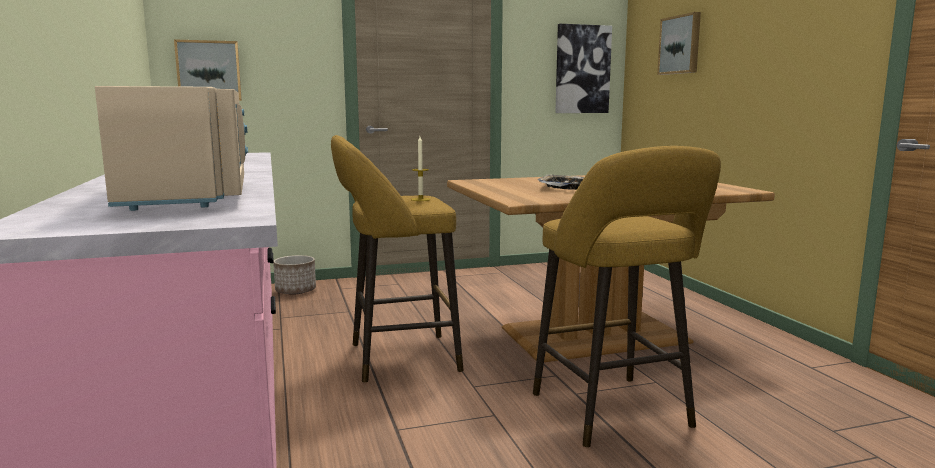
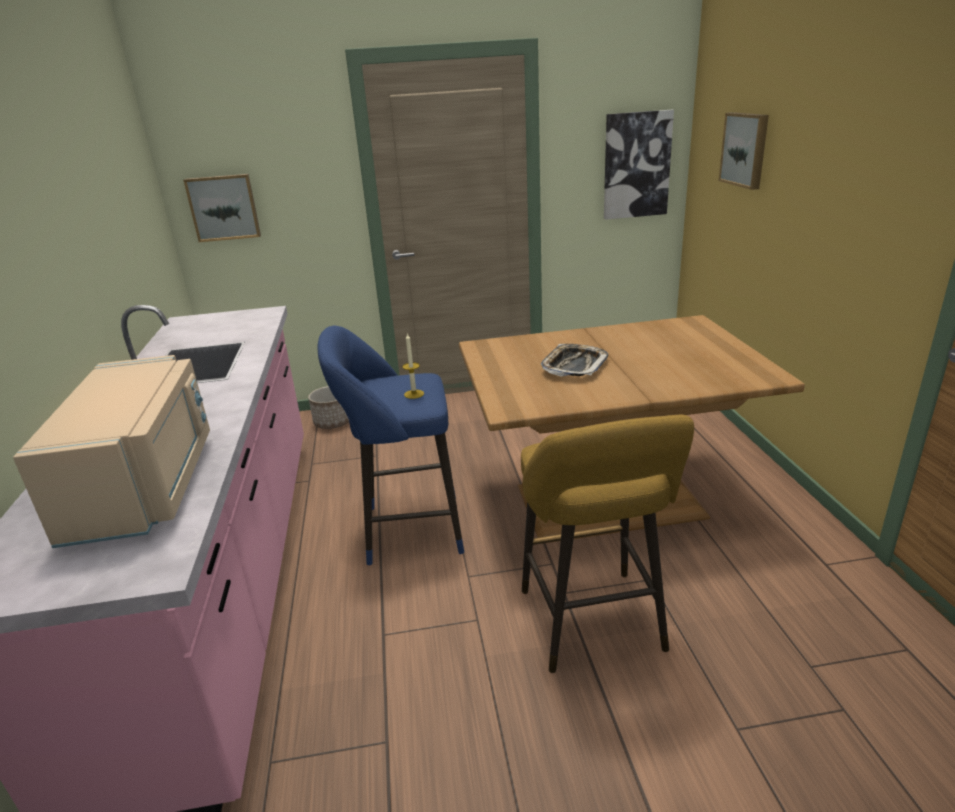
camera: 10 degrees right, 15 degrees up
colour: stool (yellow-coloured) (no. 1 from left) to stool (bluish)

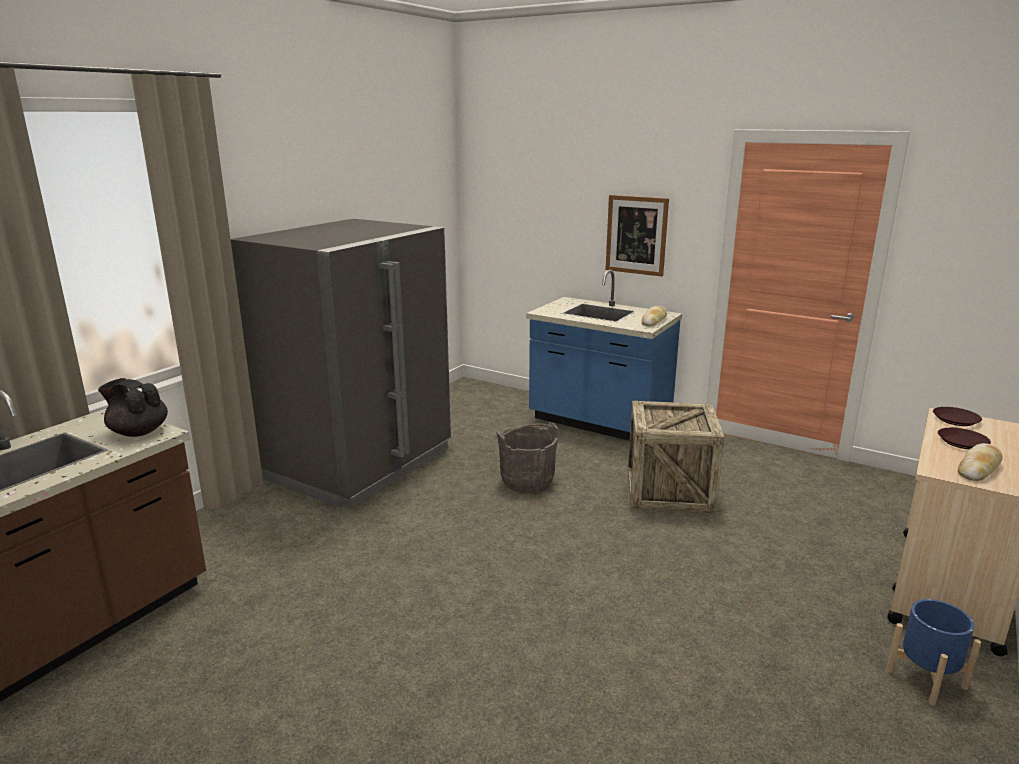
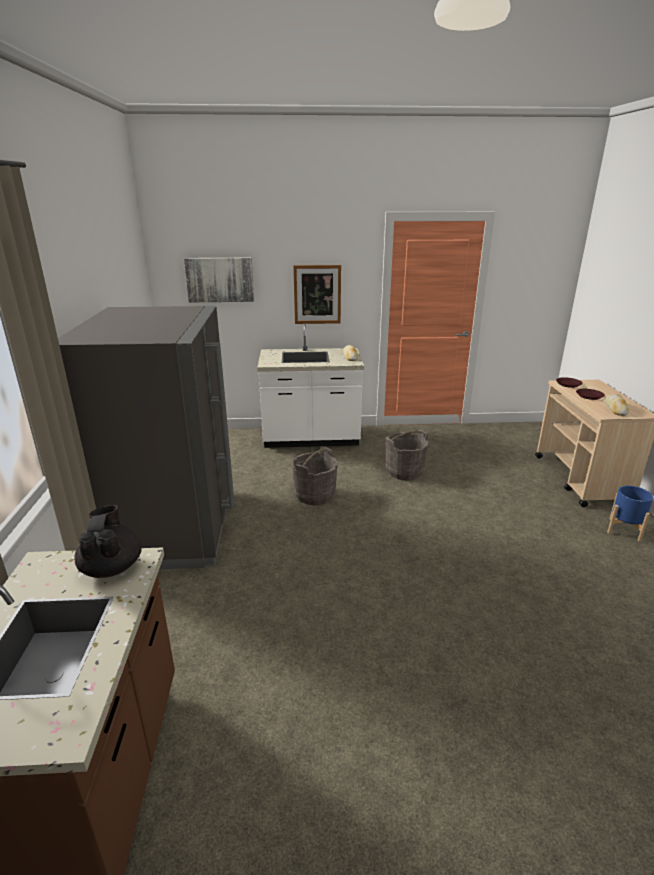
camera: 35 degrees left, 5 degrees up
appeared: wall art (no. 1 from left)
exchanged: packing crate to water bucket (greyish) (no. 2 from left)
colour: kitchen counter (bluish) to kitchen counter (whitish)
spun: teapot (black) 90 degrees clockwise

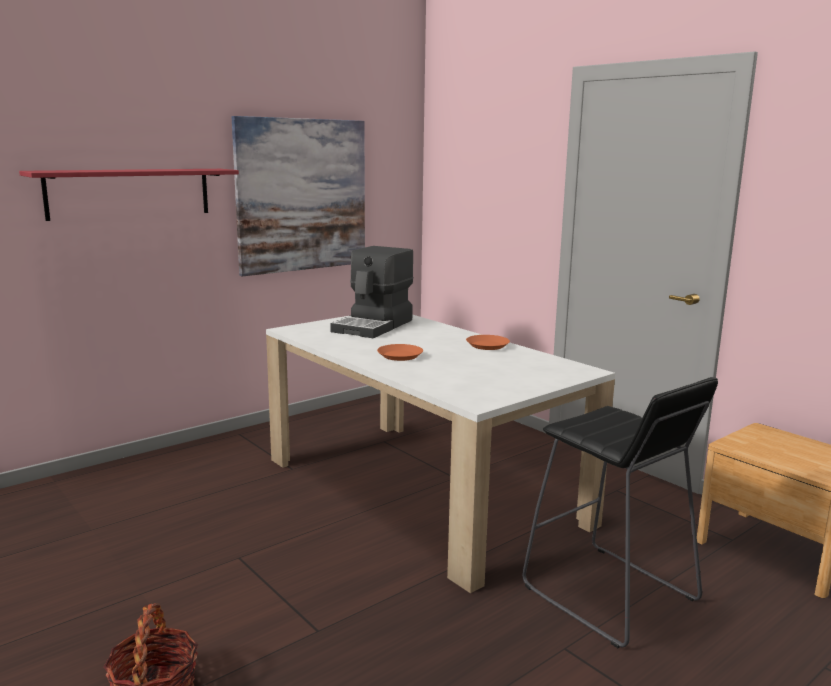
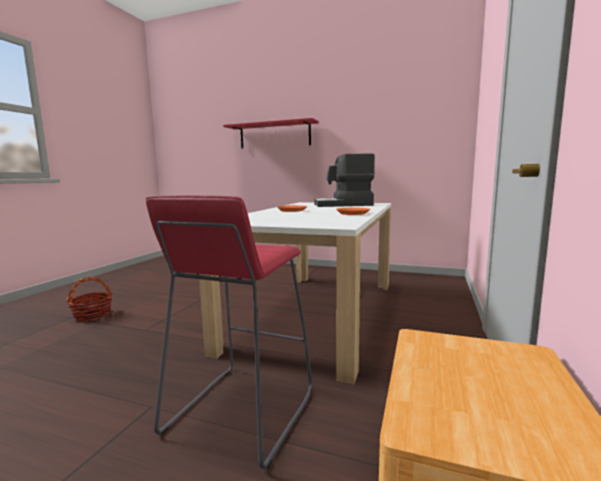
camera: 60 degrees right, 5 degrees down
missing: wall art
colour: stool (black) to stool (red-coloured)

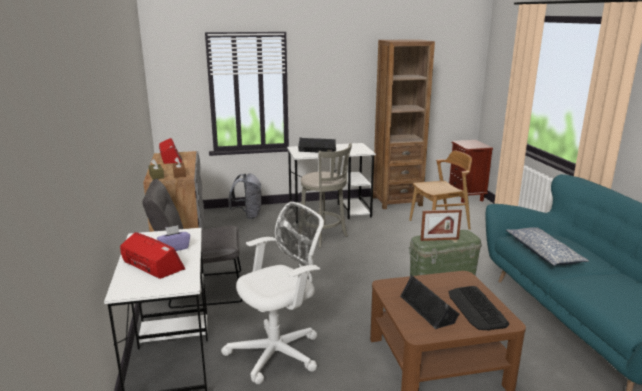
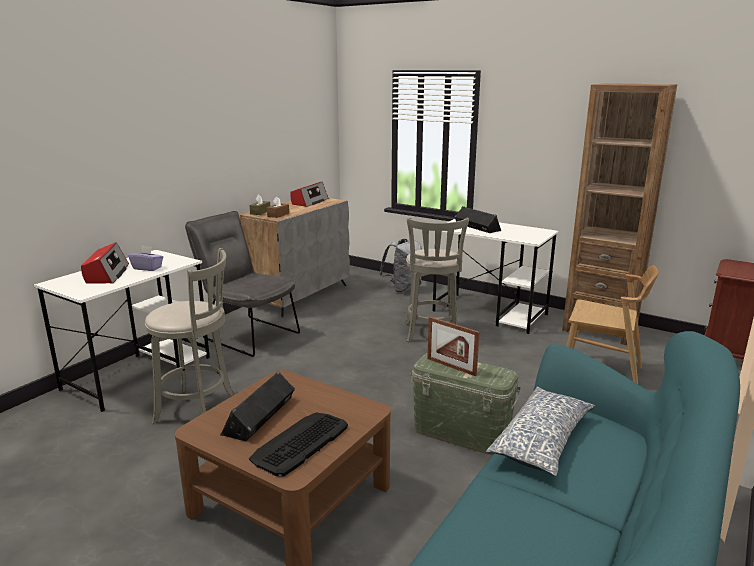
camera: 45 degrees right, 0 degrees up
exchanged: desk chair (whitish) to stool (greyish) (no. 1 from left)

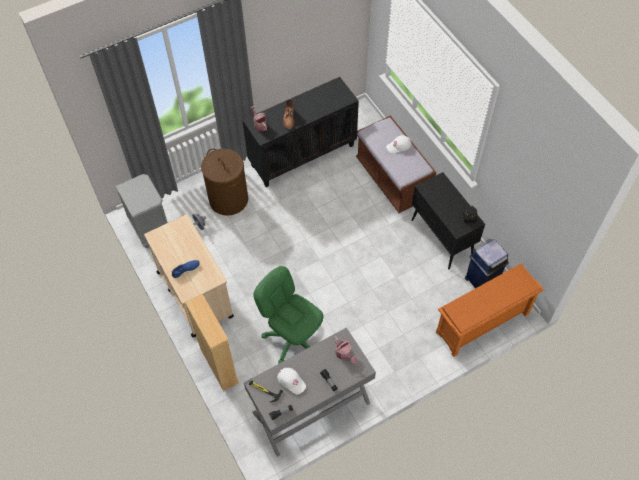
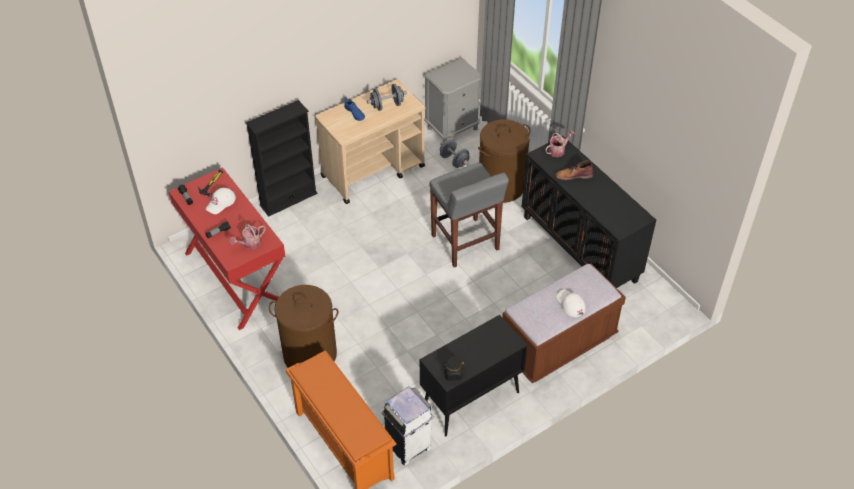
camera: 85 degrees right, 10 degrees down
missing: desk chair (greenish)
appeared: dumbbell (greyish) (no. 1 from left); stool (greyish); hamper (brown) (no. 1 from left)
colour: waste bin (bluish) to waste bin (whitish); shelving unit (beige-coloured) to shelving unit (black); desk table (greyish) to desk table (red-coloured)

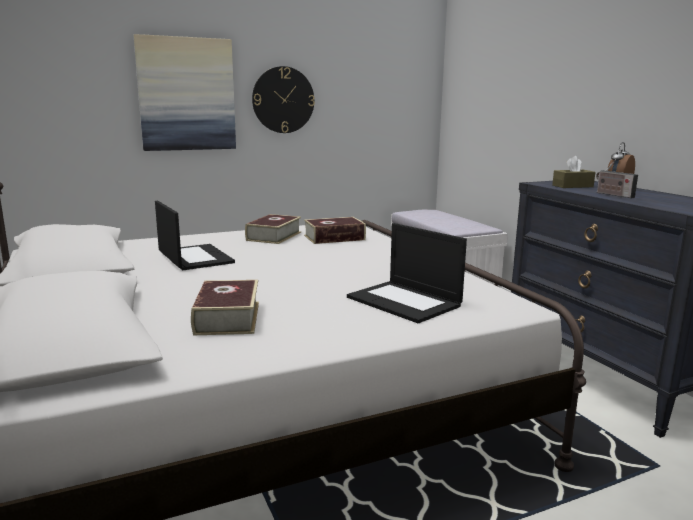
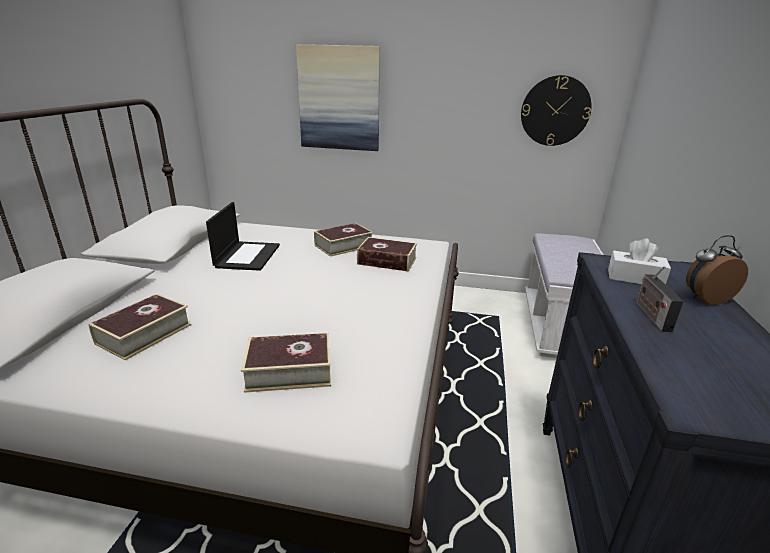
camera: 35 degrees right, 10 degrees up
relocated: wall clock
exchanged: notebook computer (no. 2 from left) to volume (no. 2 from left)
colour: tissue box (brown) to tissue box (whitish)

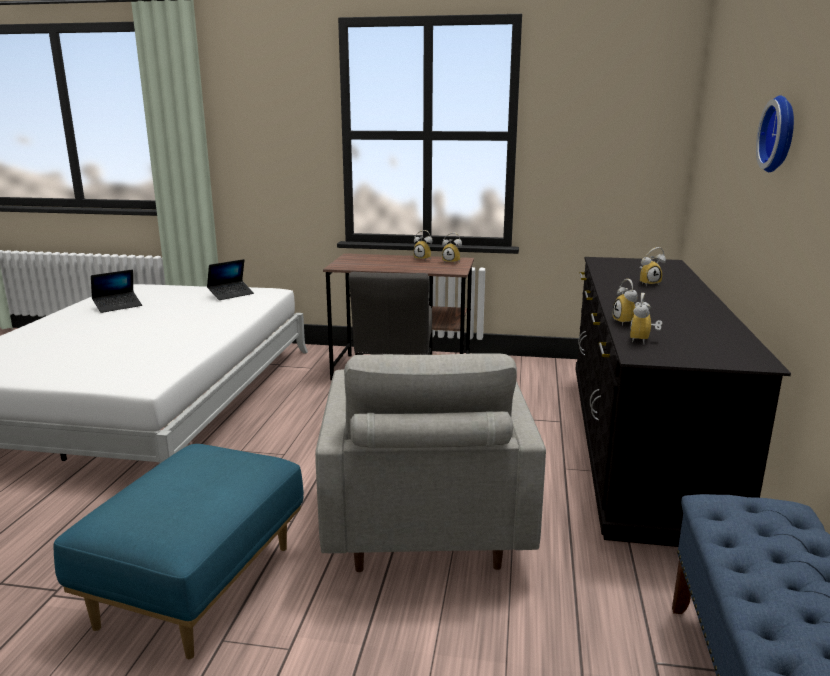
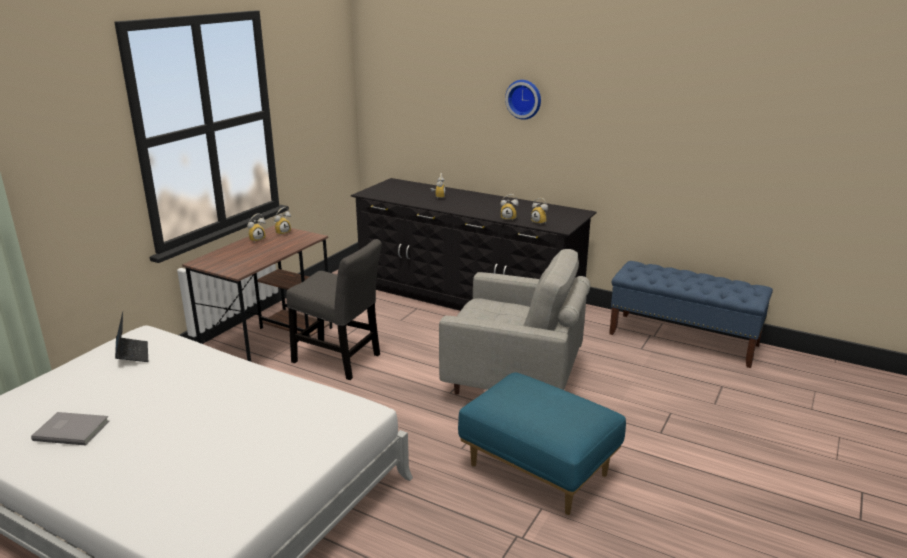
camera: 70 degrees left, 5 degrees up
exchanged: notebook computer (no. 1 from left) to volume (greyish)

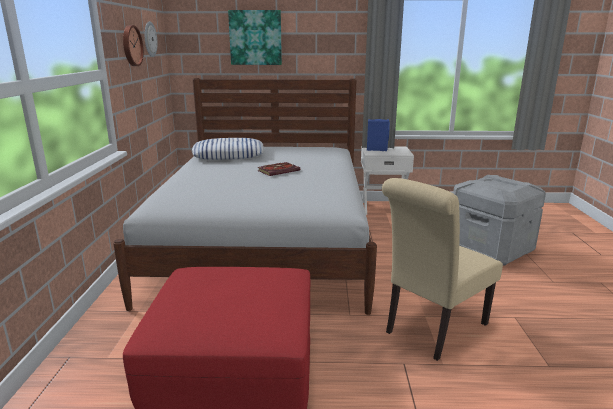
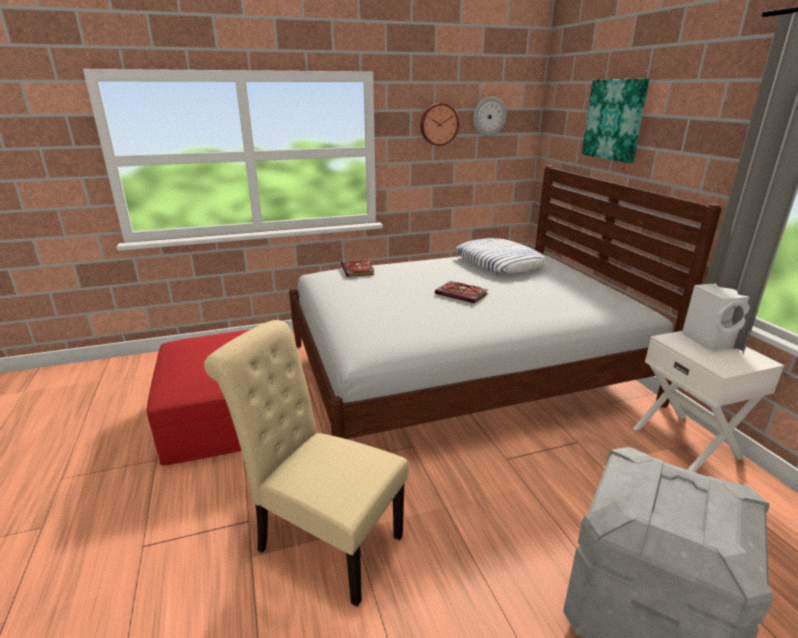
camera: 70 degrees right, 5 degrees up
appeared: volume (no. 1 from left)
colour: speaker (bluish) to speaker (whitish)

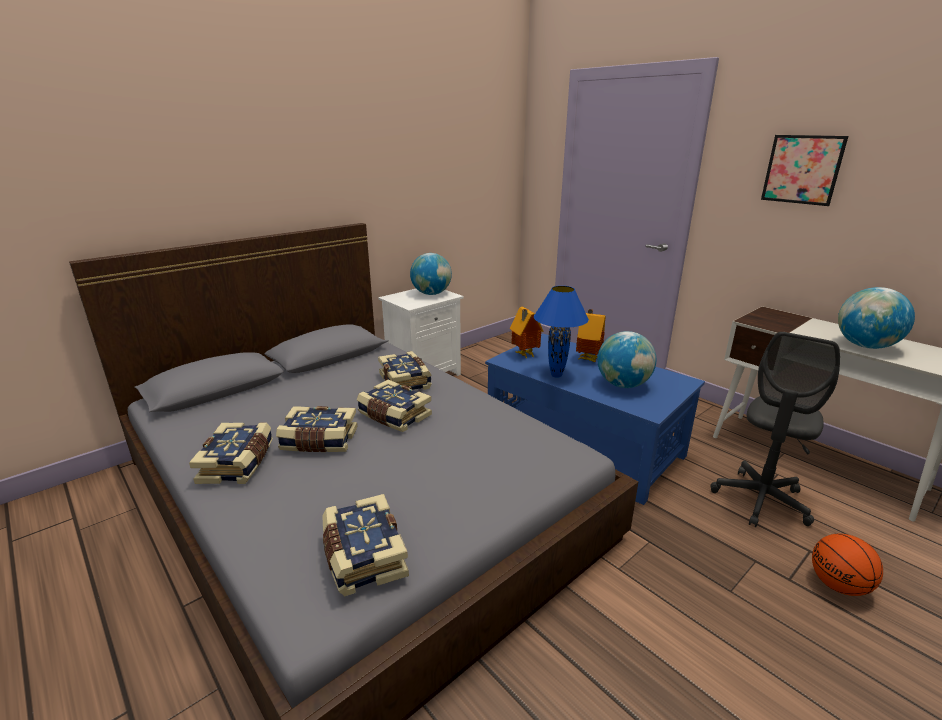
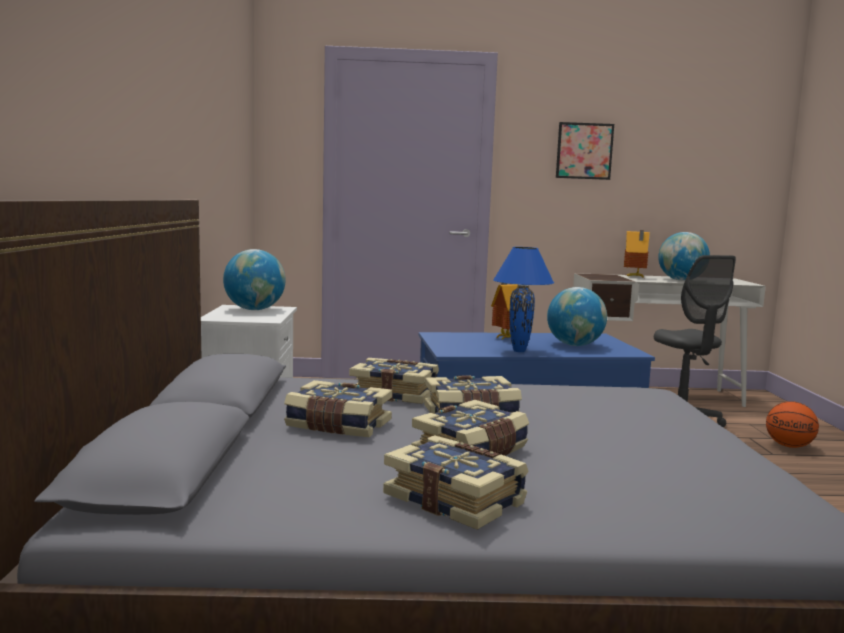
camera: 50 degrees left, 15 degrees down
relocated: toy house (no. 1 from left in the first image) to toy house (no. 2 from left); volume (no. 3 from left in the first image) to volume (no. 1 from left)

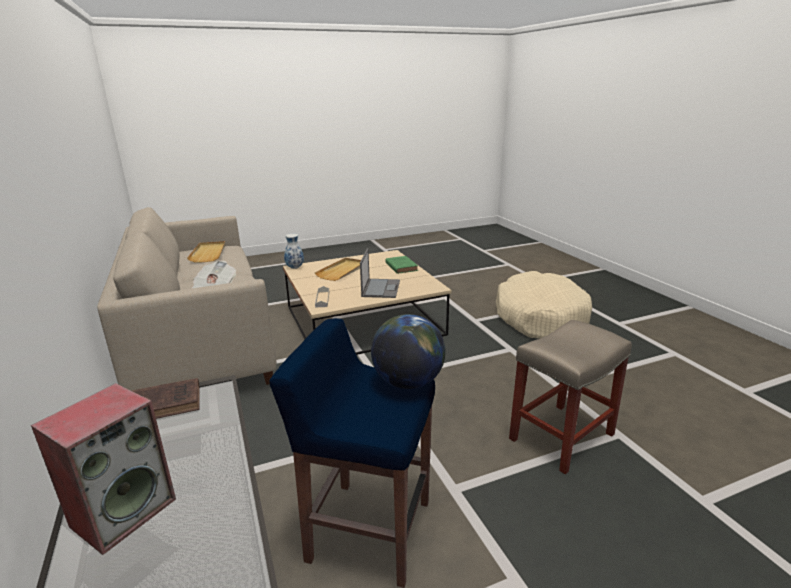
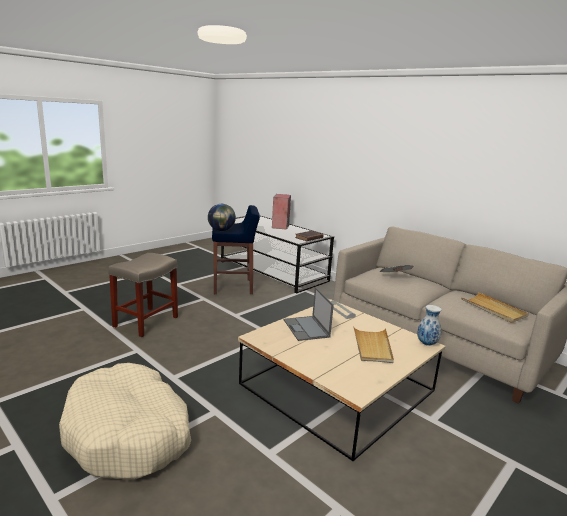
camera: 155 degrees right, 5 degrees down
missing: volume (greenish)

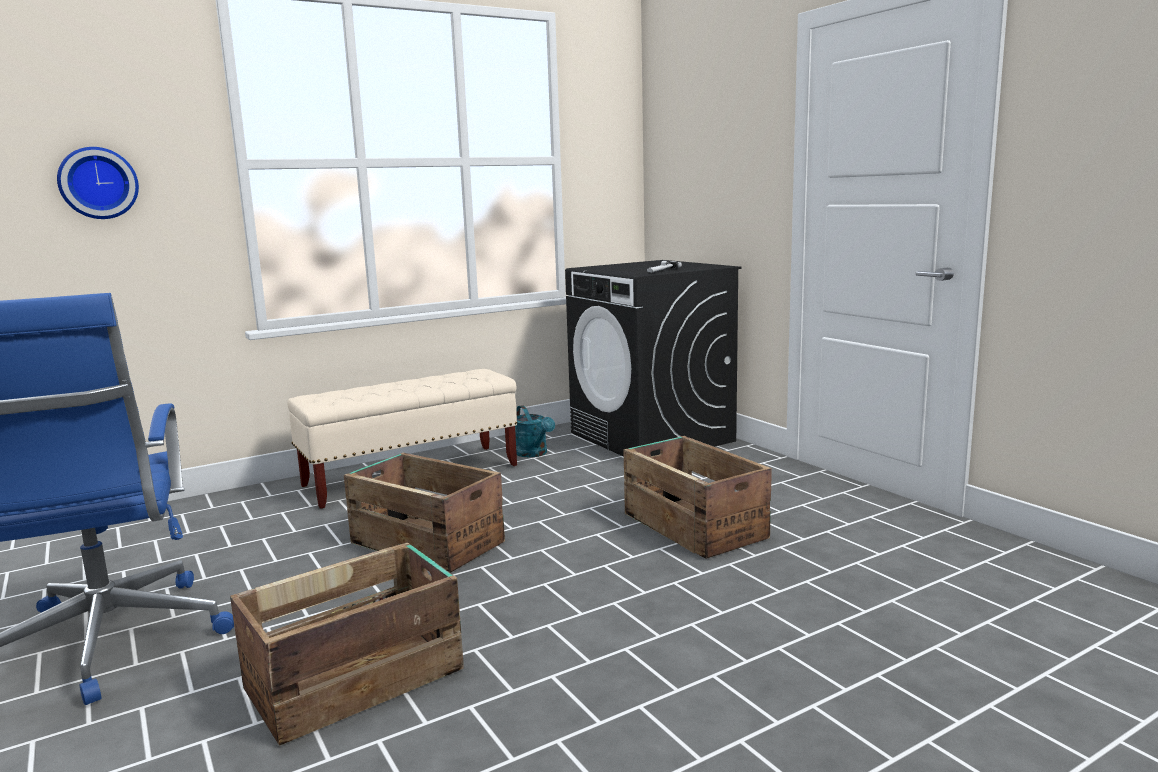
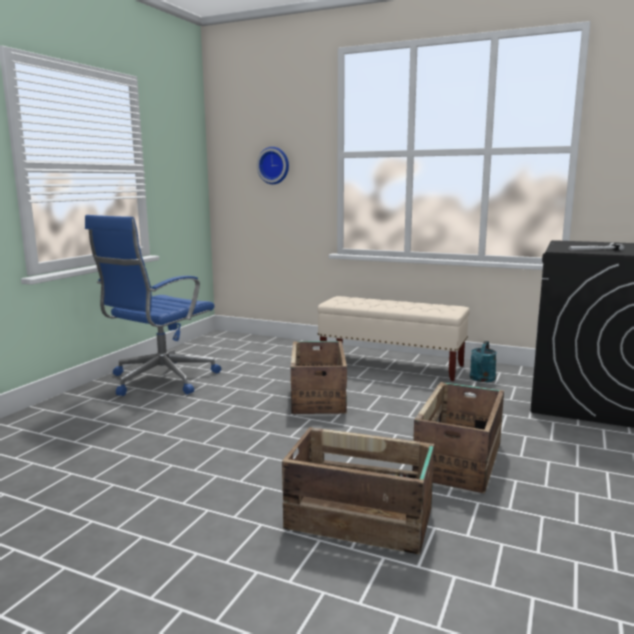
camera: 55 degrees right, 0 degrees up
relocated: packing crate (no. 1 from left in the first image) to packing crate (no. 2 from left)

